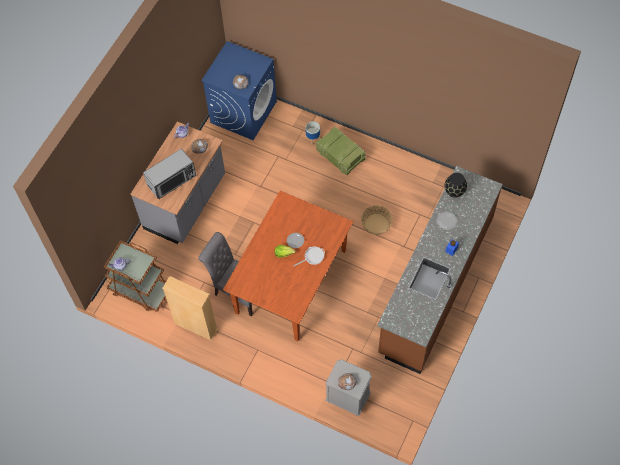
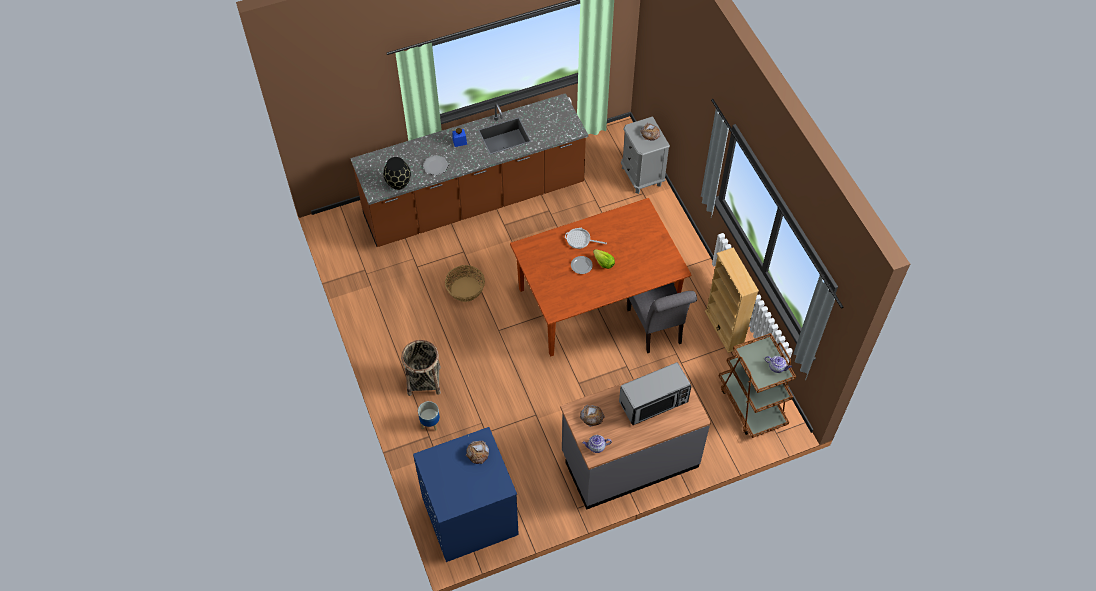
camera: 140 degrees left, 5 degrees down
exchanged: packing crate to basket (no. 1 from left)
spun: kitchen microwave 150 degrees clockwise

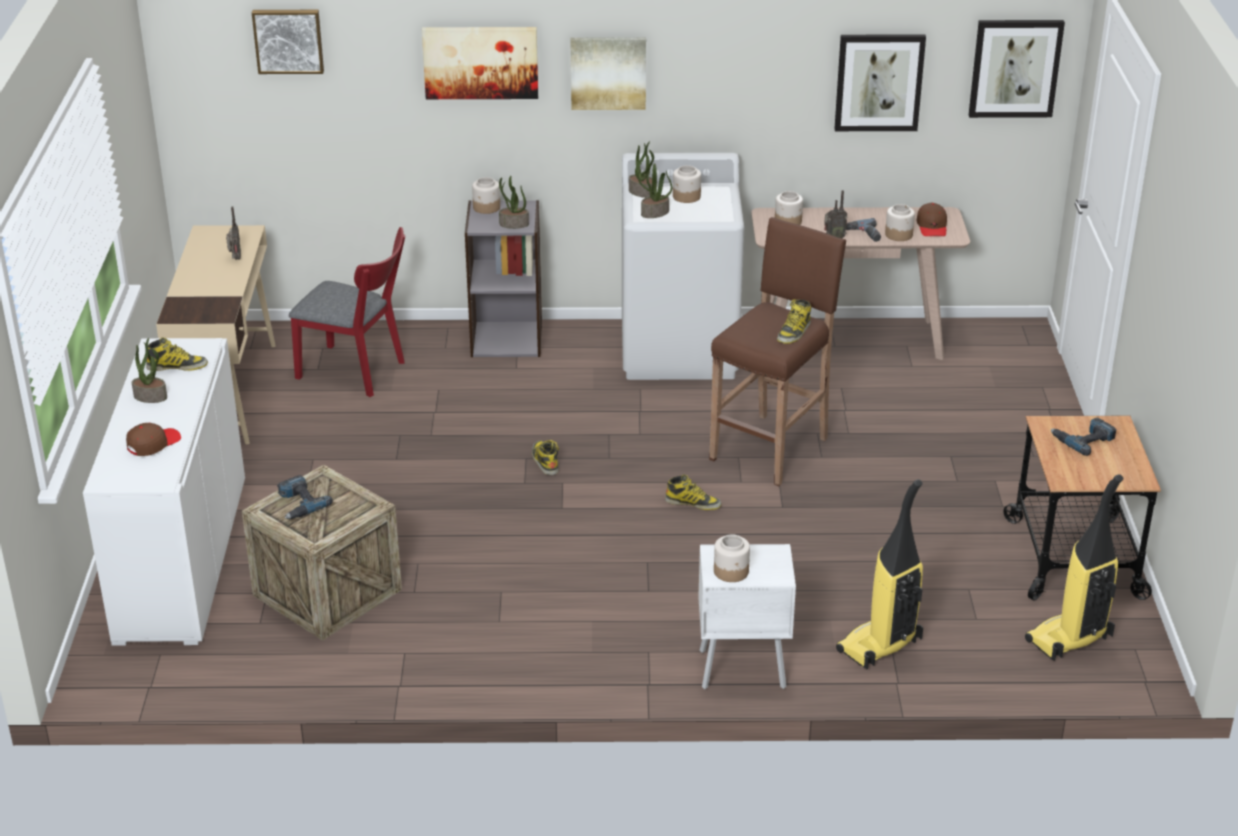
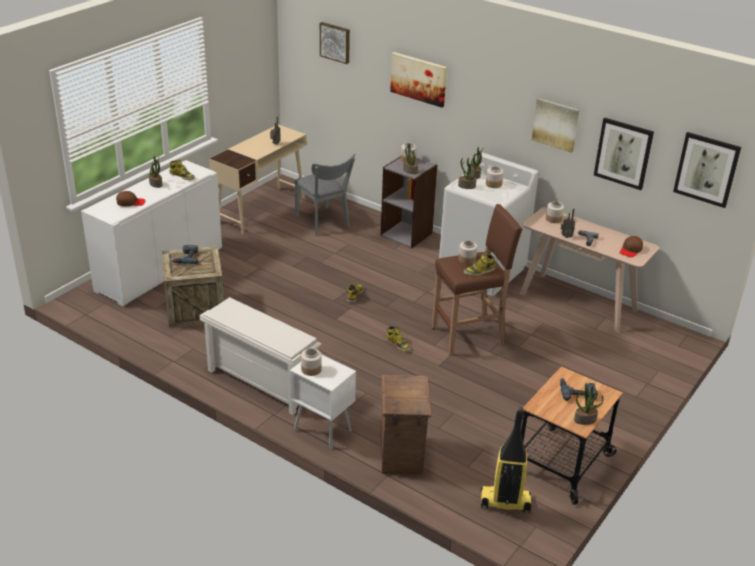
camera: 35 degrees right, 0 degrees up
appeared: shoe shelf (whitish); plant in a pot (no. 5 from left)
relocated: wall art (no. 3 from left); storage jar (no. 5 from left in the first image) to storage jar (no. 3 from left)
exchanged: hoover (no. 1 from left) to packing crate (no. 2 from left)
colour: upright chair (red-coloured) to upright chair (greyish)

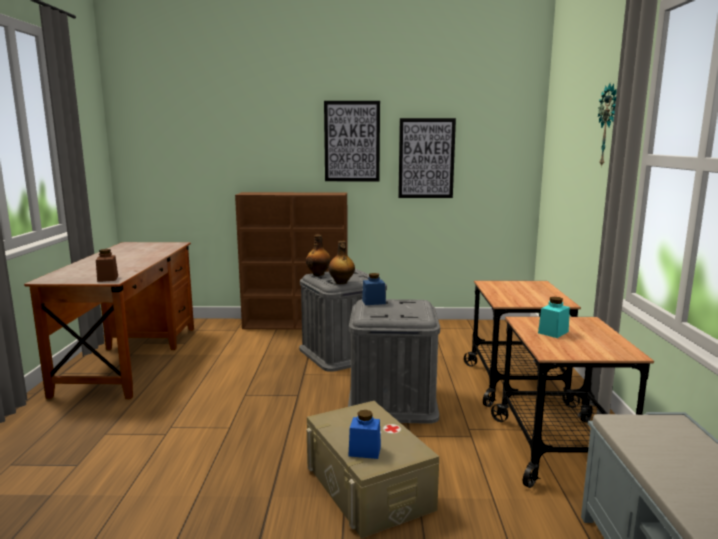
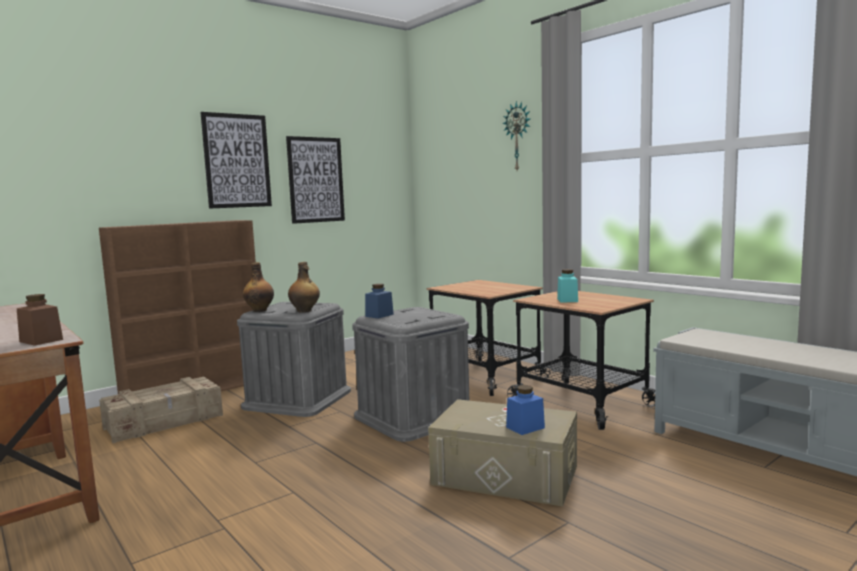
camera: 40 degrees left, 5 degrees down
appeared: packing crate

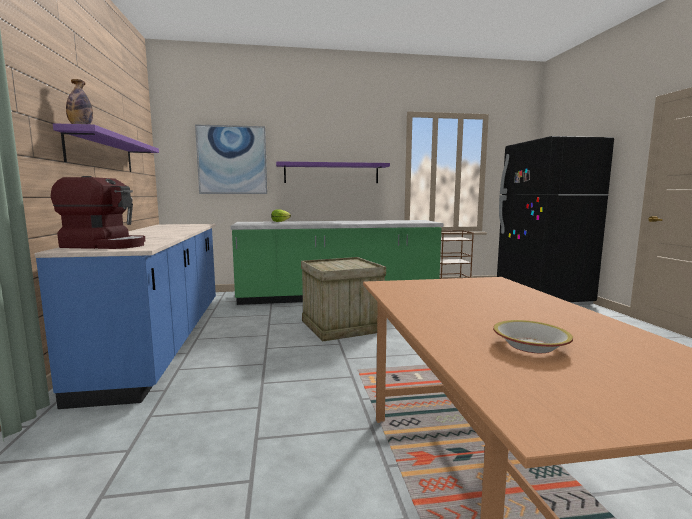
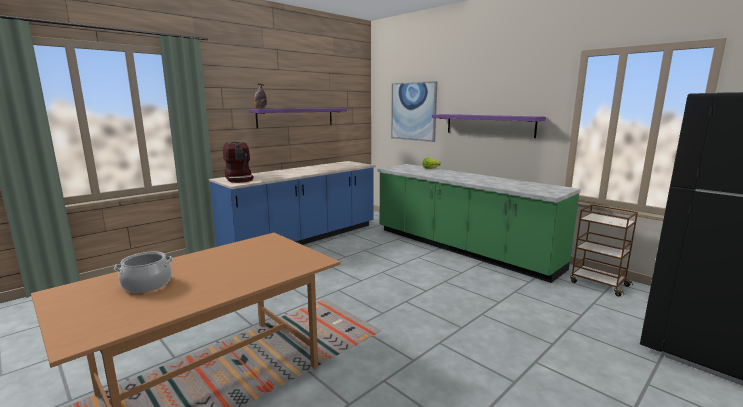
camera: 55 degrees right, 5 degrees up
missing: packing crate
exchanged: bowl to saucepot

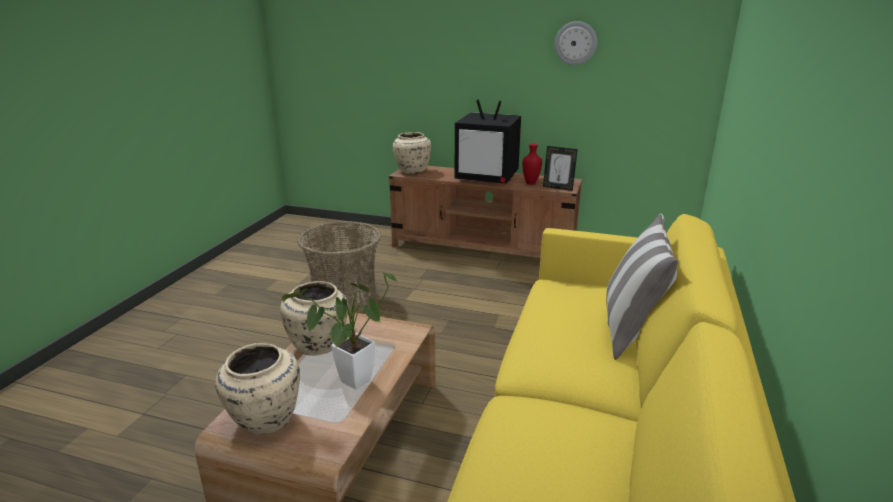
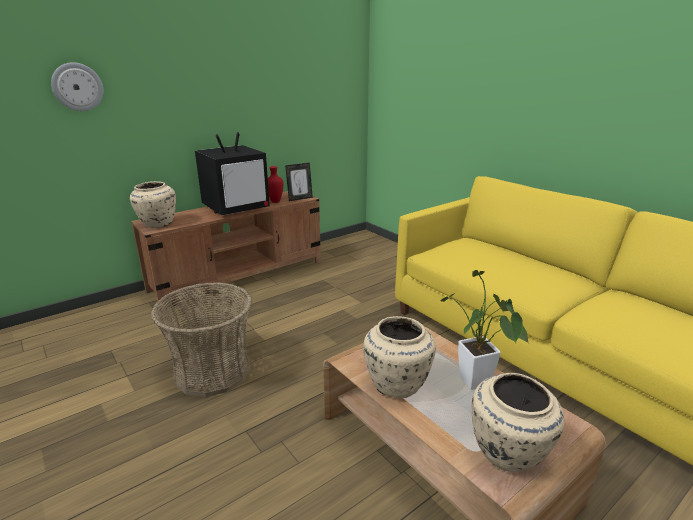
camera: 55 degrees left, 0 degrees up
missing: pillow
relocated: wall clock

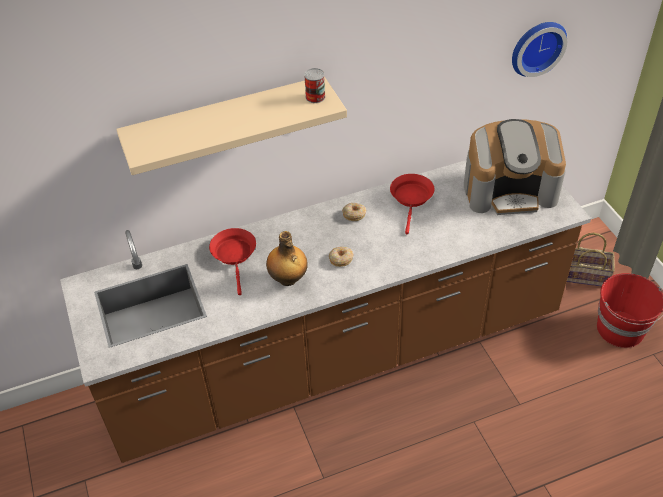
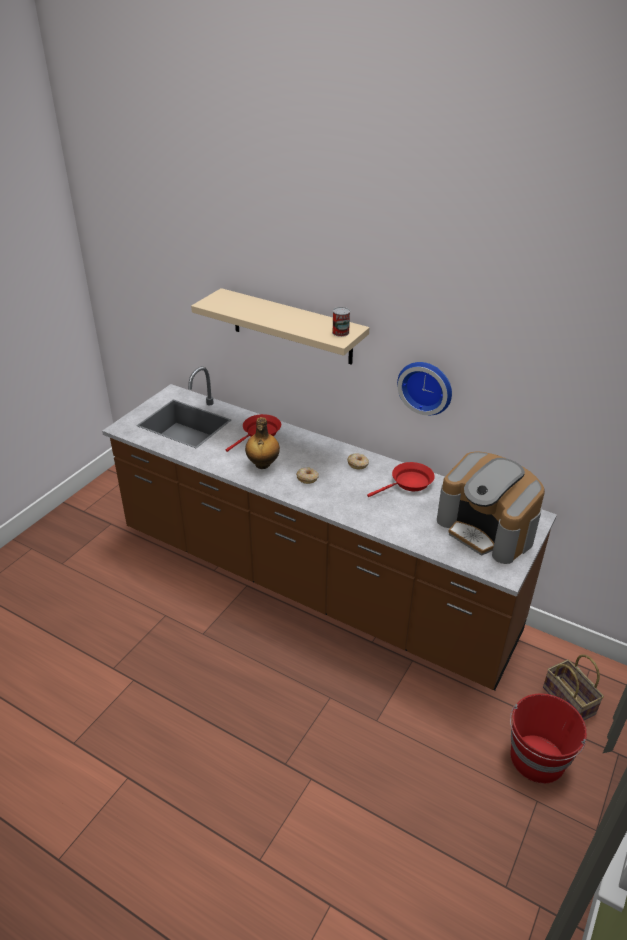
camera: 50 degrees right, 10 degrees down
relocated: wall clock

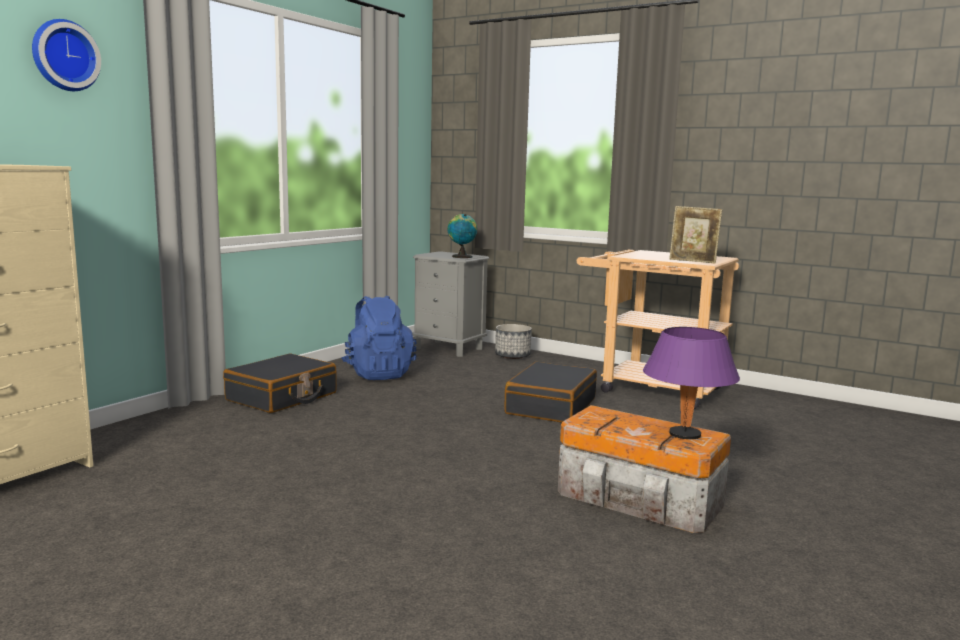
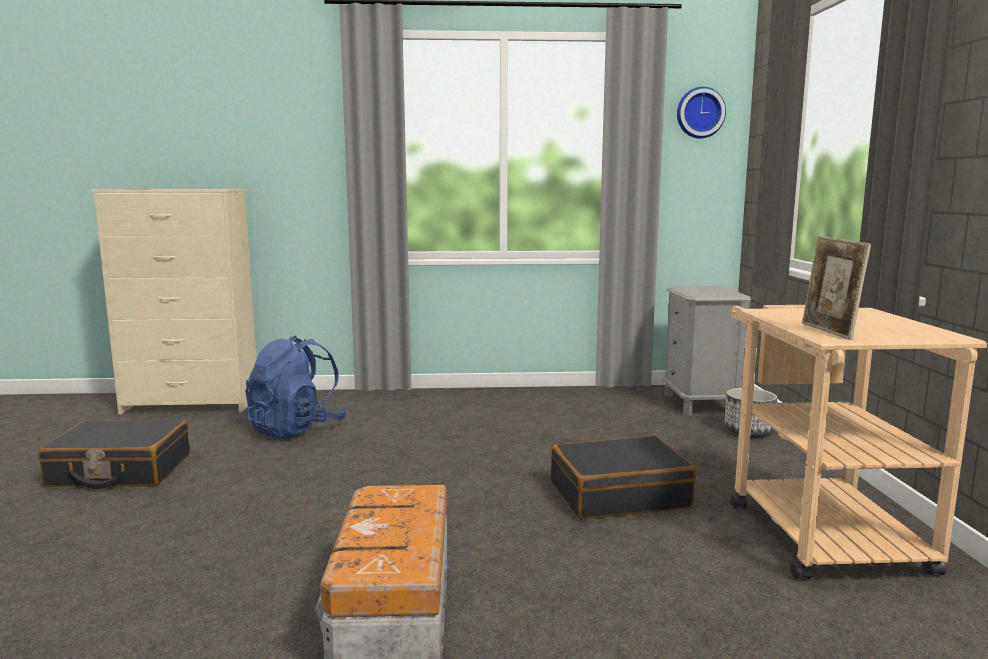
camera: 55 degrees right, 0 degrees up
missing: desk globe; tabletop lamp (purple-coloured)
relocated: wall clock; knapsack (bluish); piece of luggage (black) (no. 1 from left)

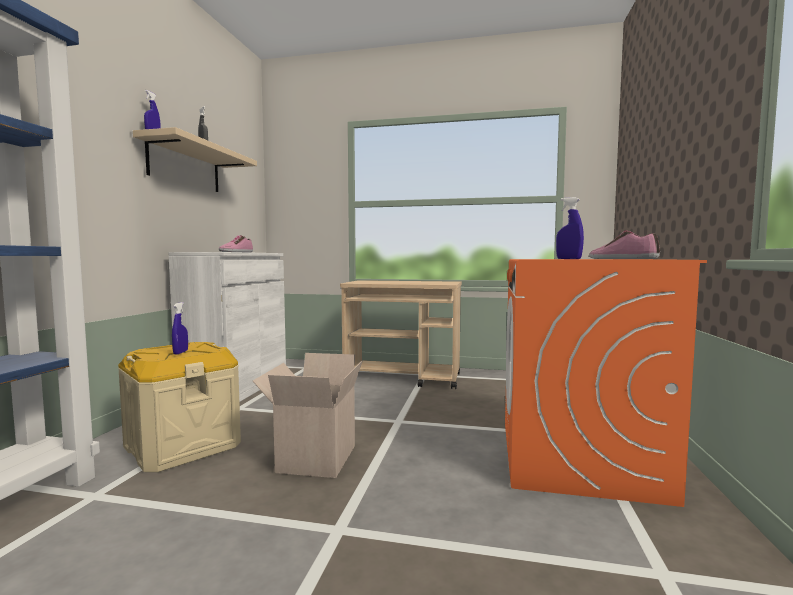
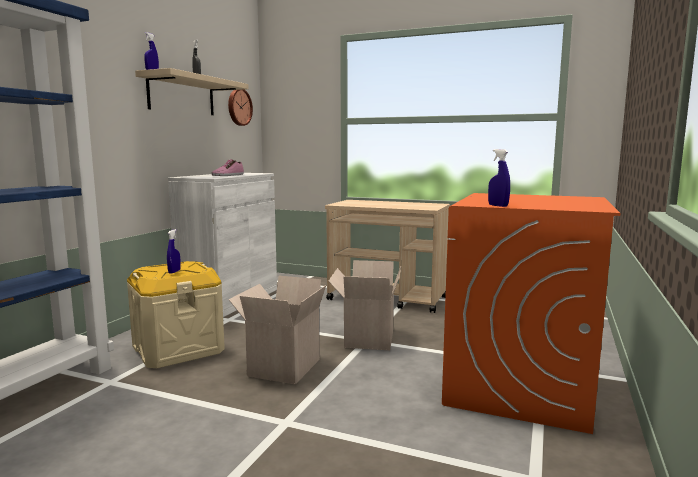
camera: 10 degrees right, 5 degrees up
missing: item of footwear (no. 2 from left)
appeared: wall clock; carton (no. 2 from left)

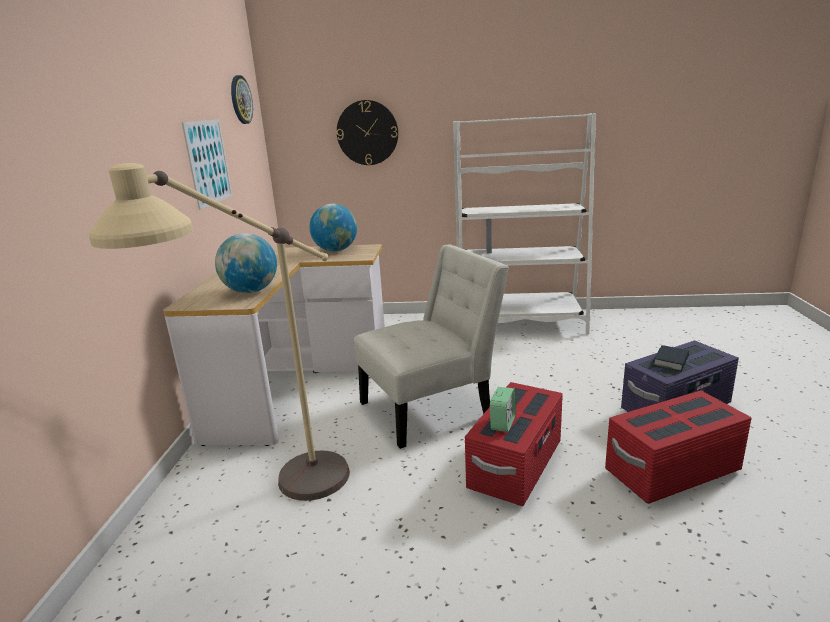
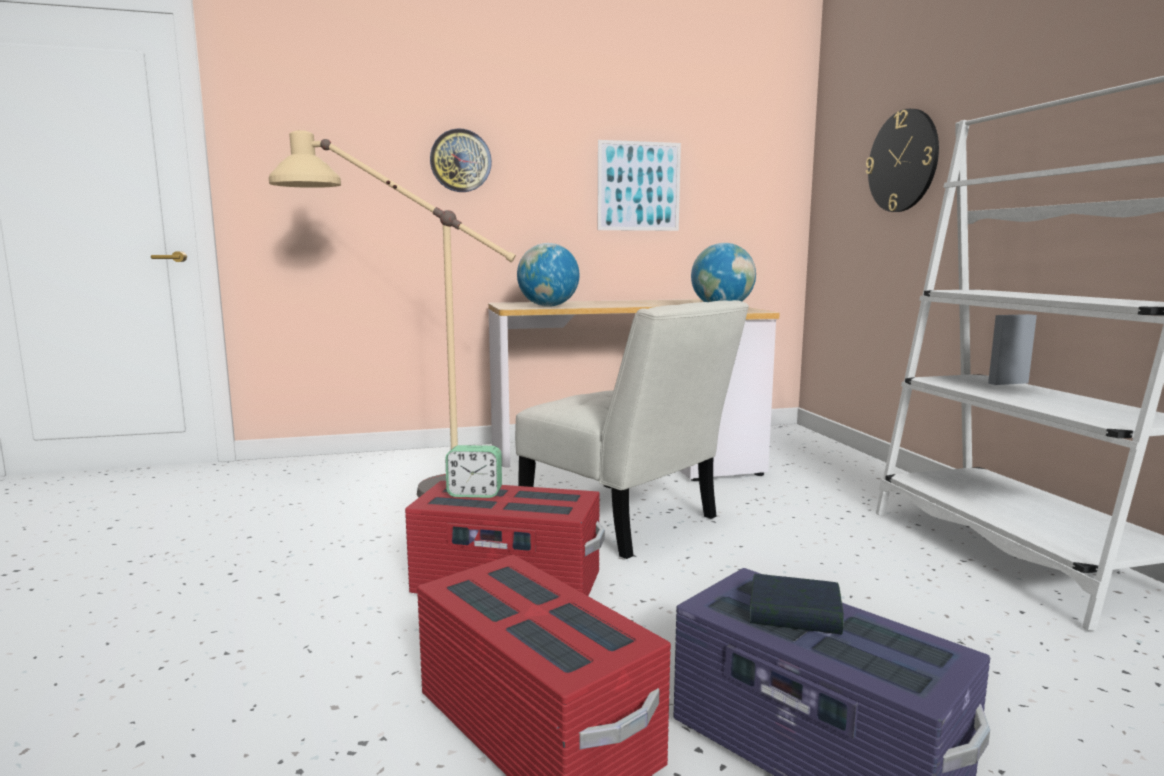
camera: 70 degrees right, 10 degrees down
relocated: wall clock (no. 1 from left)

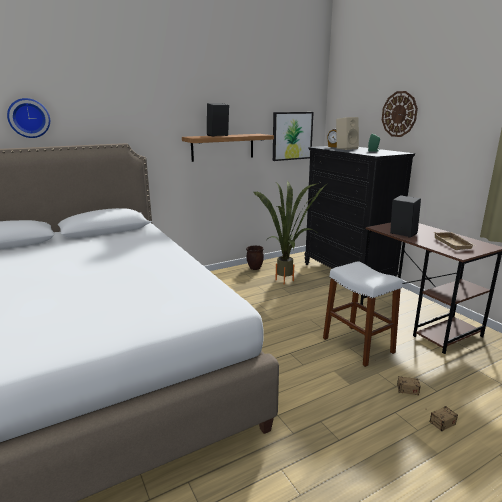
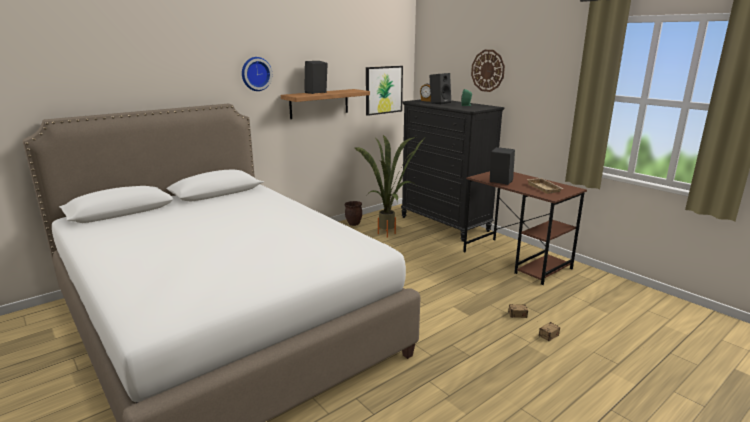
camera: 10 degrees left, 0 degrees up
missing: stool (whitish)
relocated: wall clock (no. 1 from left)
colour: speaker (beige-coloured) to speaker (black) (no. 2 from left)

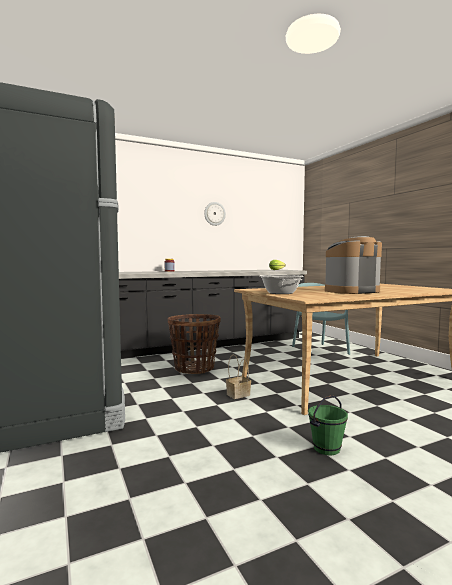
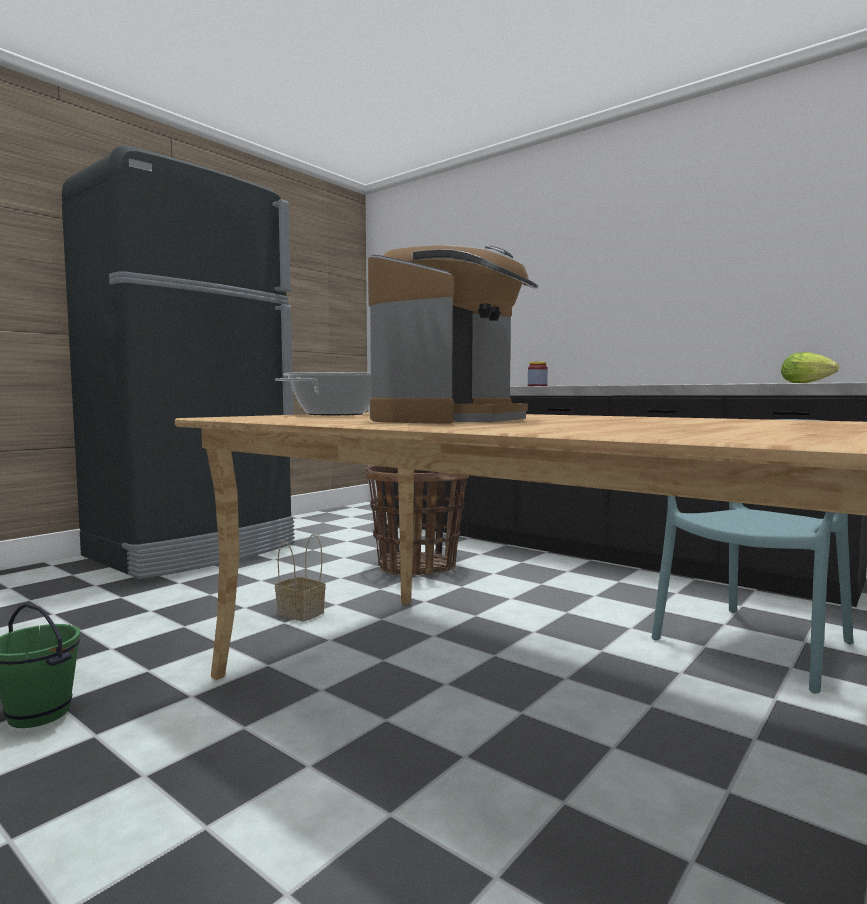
camera: 65 degrees right, 0 degrees up
missing: wall clock
spun: coffee brewer 75 degrees clockwise

